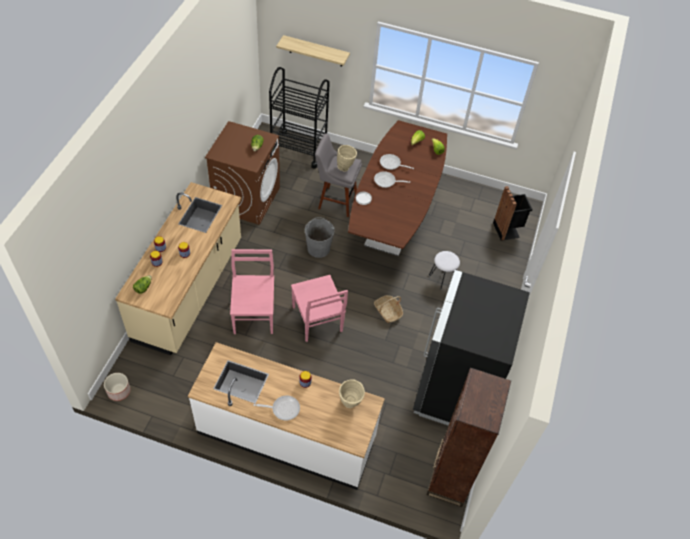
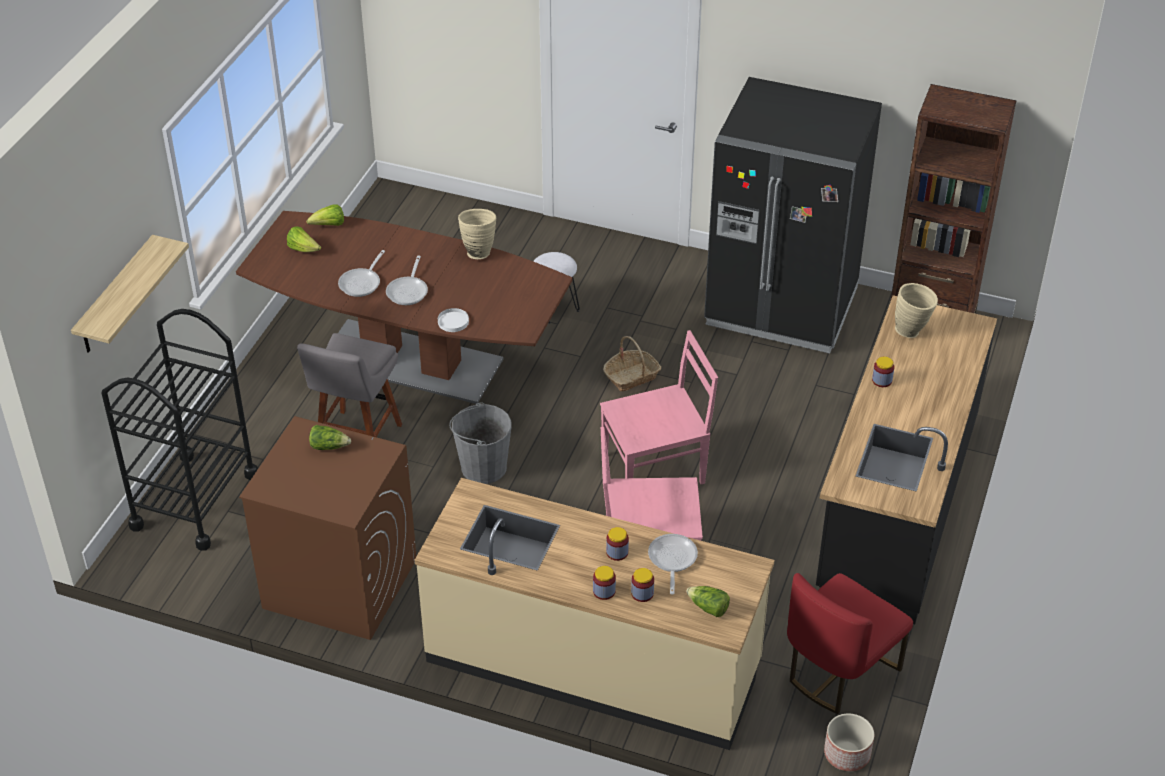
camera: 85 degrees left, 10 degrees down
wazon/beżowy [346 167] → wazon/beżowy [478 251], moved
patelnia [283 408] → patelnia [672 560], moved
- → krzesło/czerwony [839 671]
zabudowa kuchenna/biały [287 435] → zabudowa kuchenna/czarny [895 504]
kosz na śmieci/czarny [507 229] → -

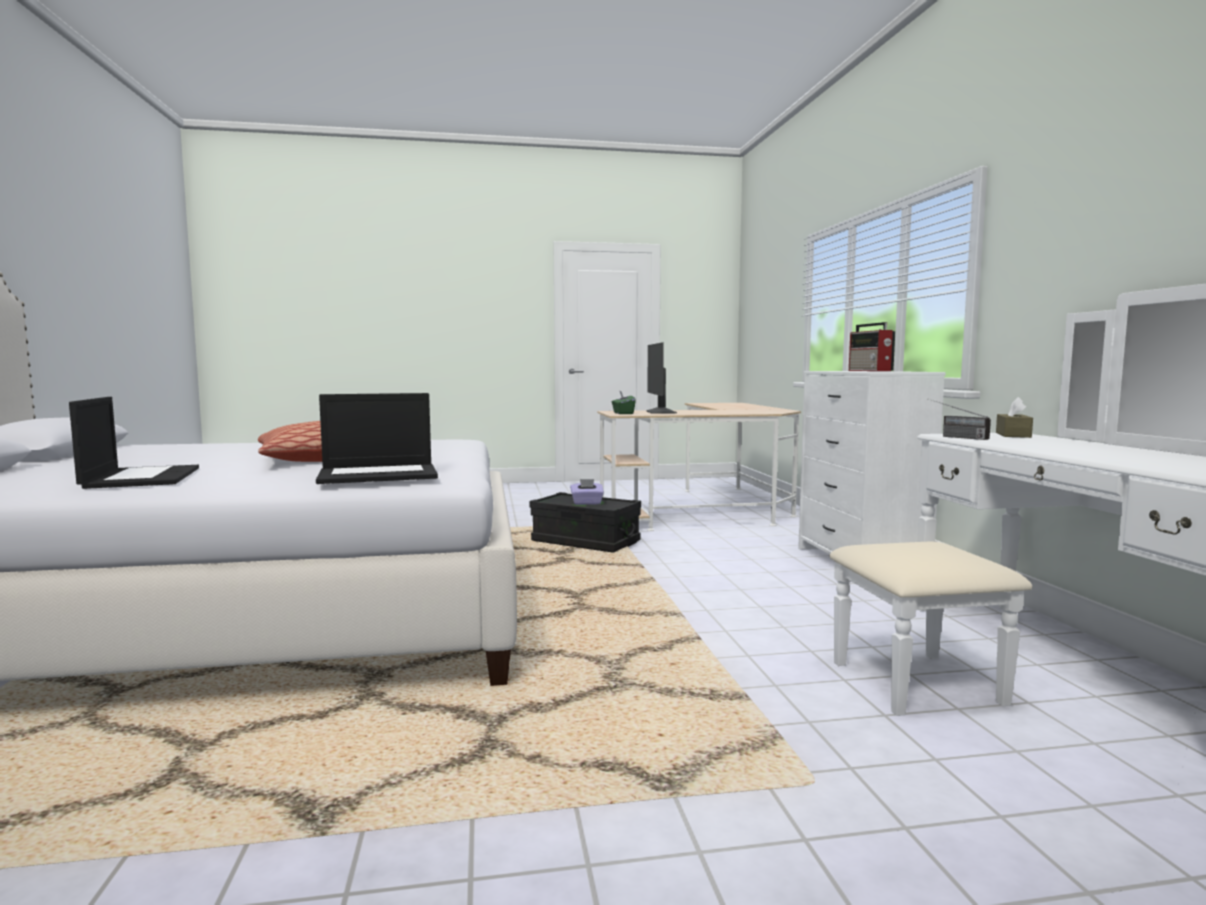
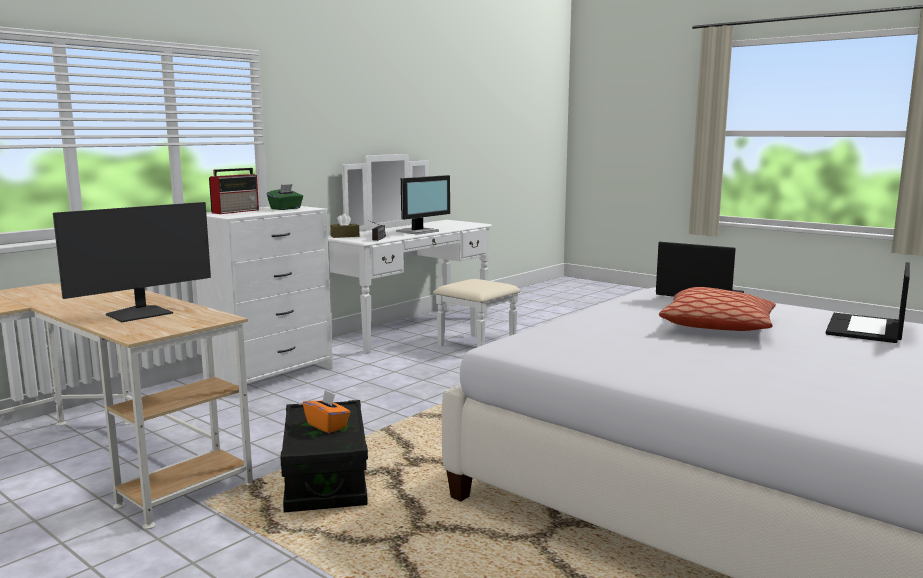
camera: 130 degrees left, 5 degrees up
pudełko chusteczek/zielony [623 413] → pudełko chusteczek/zielony [286 208], moved
pudełko chusteczek/fioletowy [587 503] → pudełko chusteczek/pomarańczowy [327 426]
- → monitor [419 231]

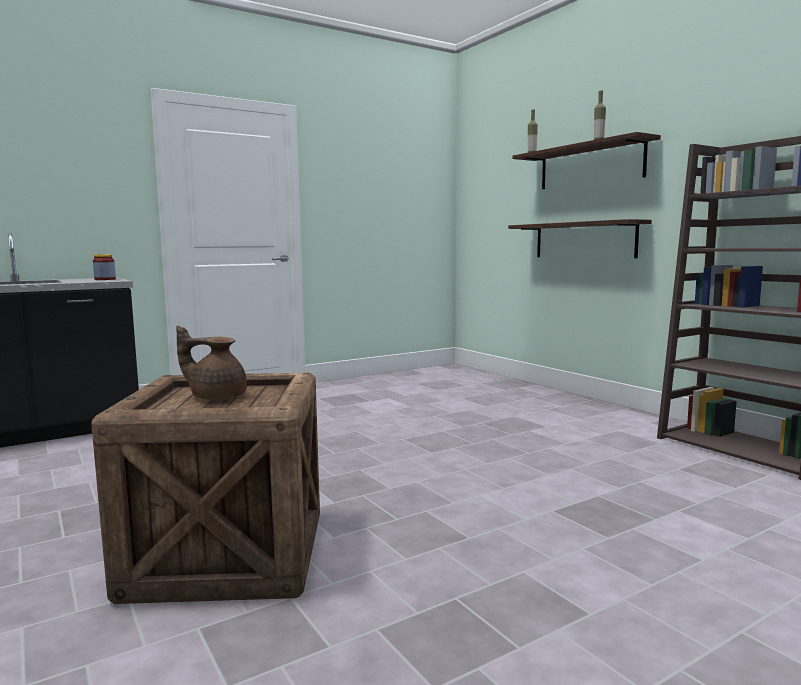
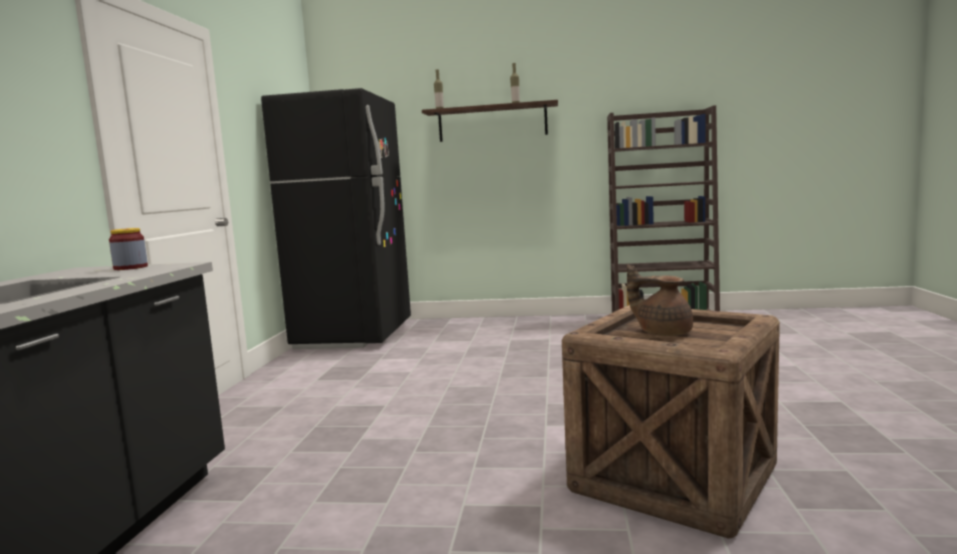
camera: 50 degrees left, 0 degrees up
- → lodówka/czarny [354 335]
imbryk/brązowy [216 397] → imbryk/brązowy [663 332], 75 degrees clockwise
półka [584 240] → -

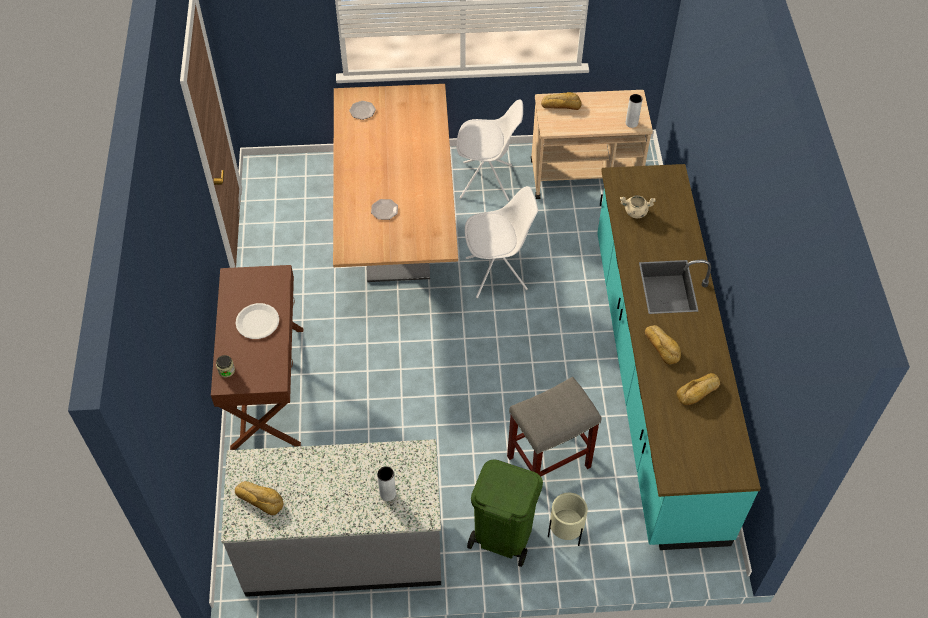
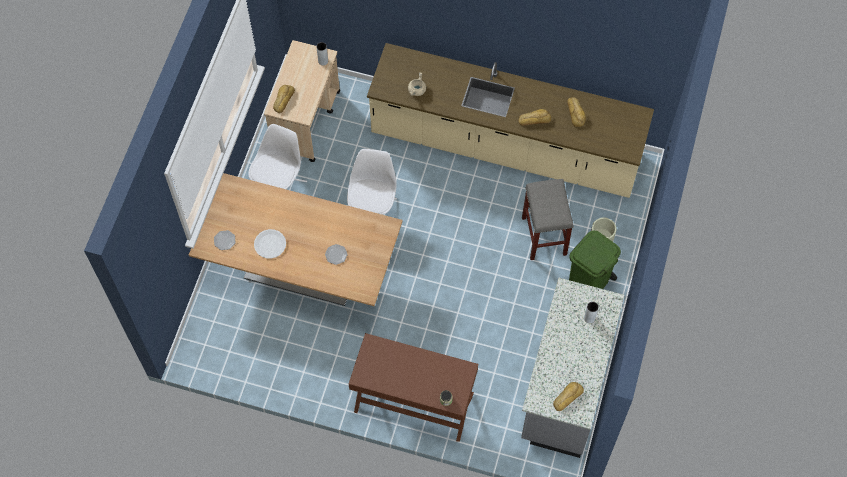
camera: 70 degrees left, 10 degrees up
talerz/biały [257 322] → talerz/biały [270 244], moved
zabudowa kuchenna/turkusowy [655 380] → zabudowa kuchenna/beżowy [505 147]

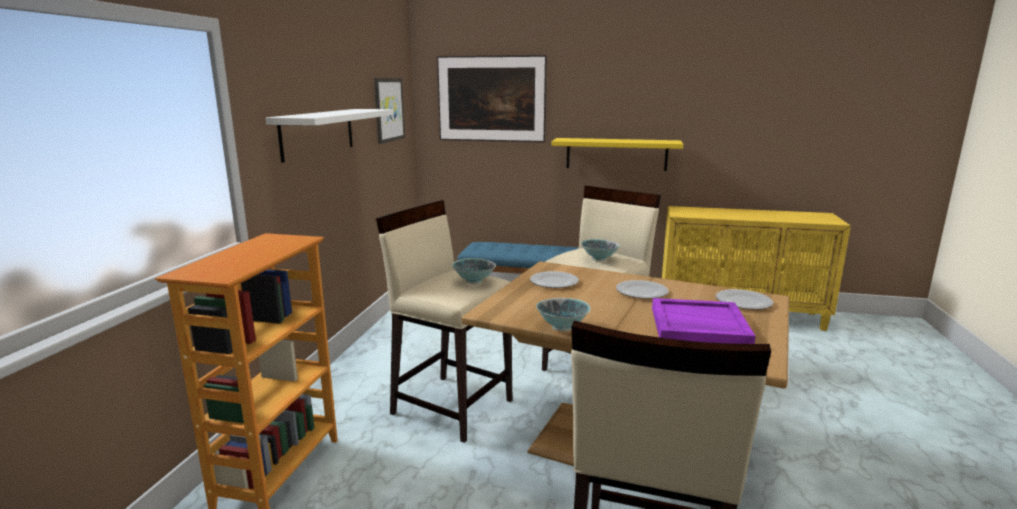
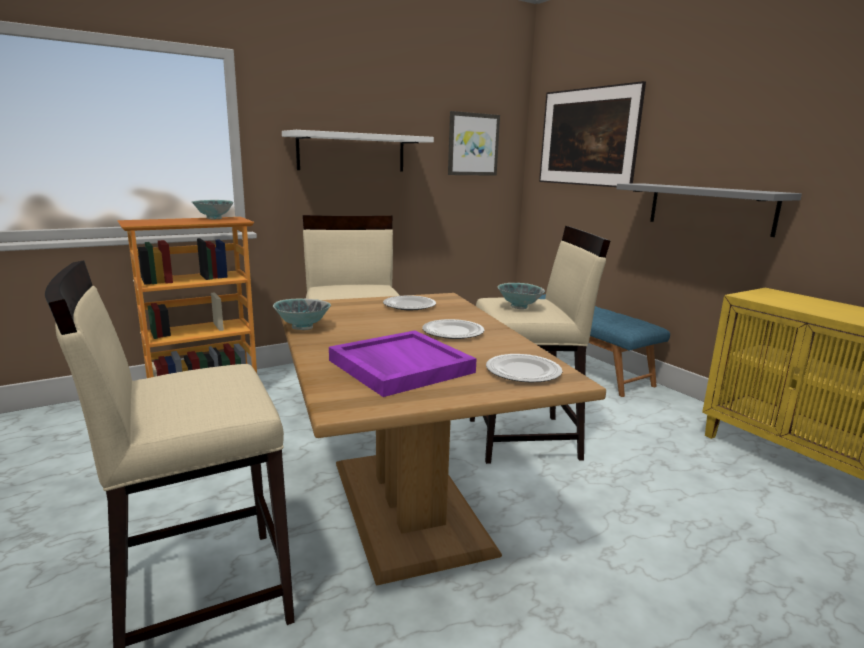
camera: 45 degrees right, 0 degrees up
miska [473 282] → miska [214 218], moved
półka/żółty [616 154] → półka/szary [710 208]

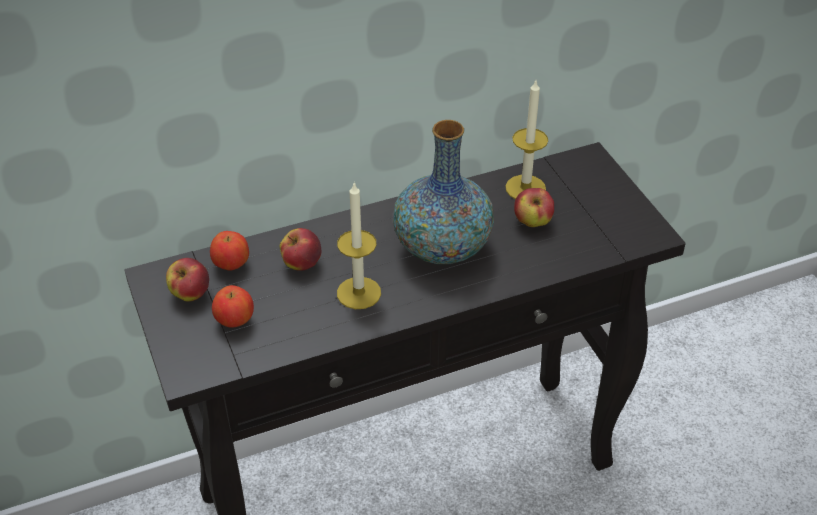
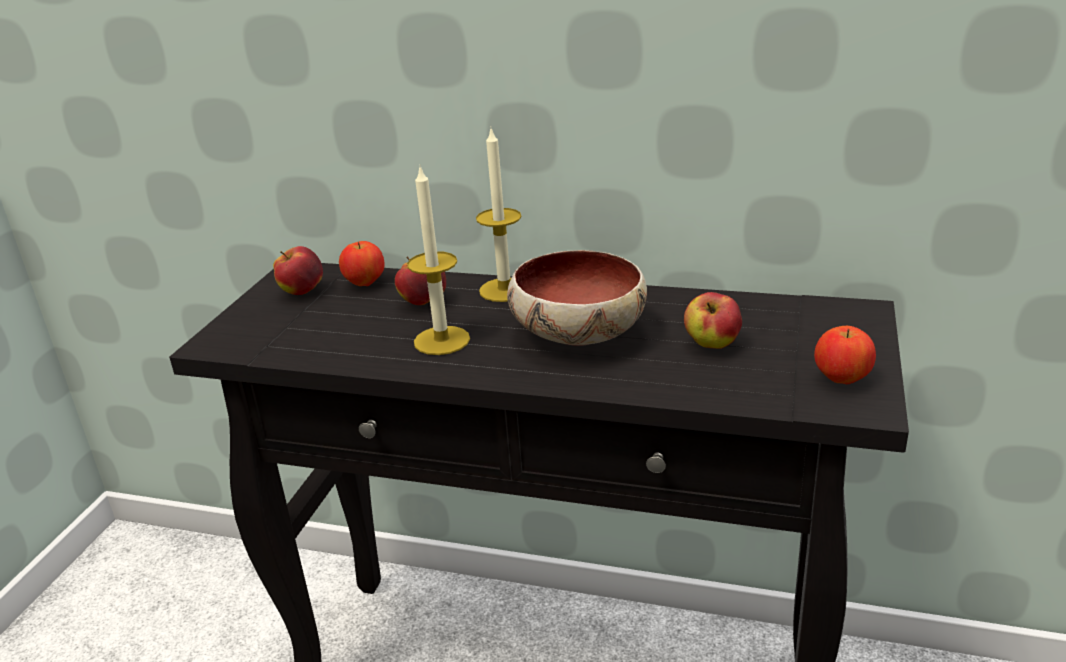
camera: 40 degrees right, 15 degrees down
świeca [525 188] → świeca [504 290], moved
wazon [442 248] → miska [576 334]
jabłko [234 321] → jabłko [841 379], moved

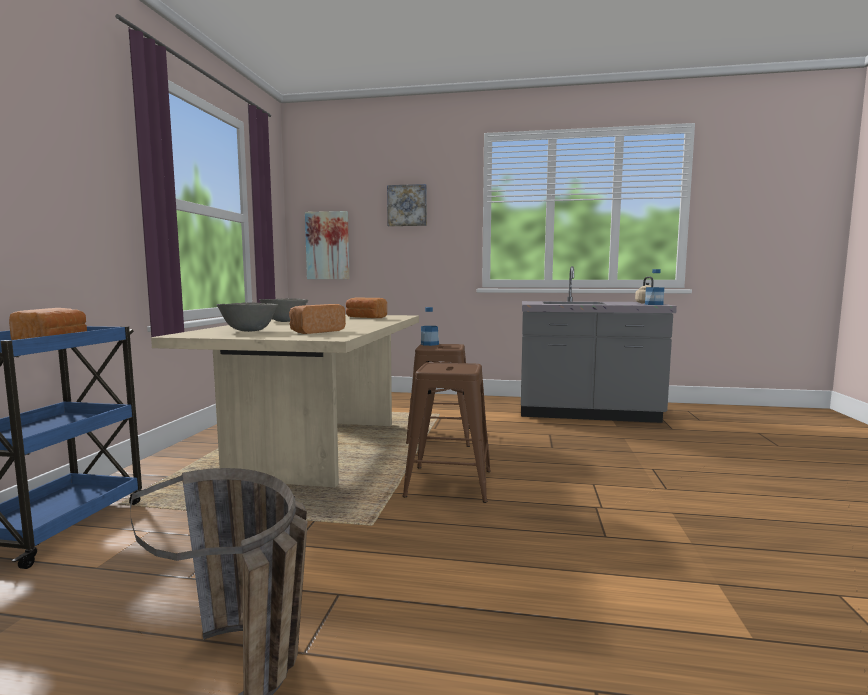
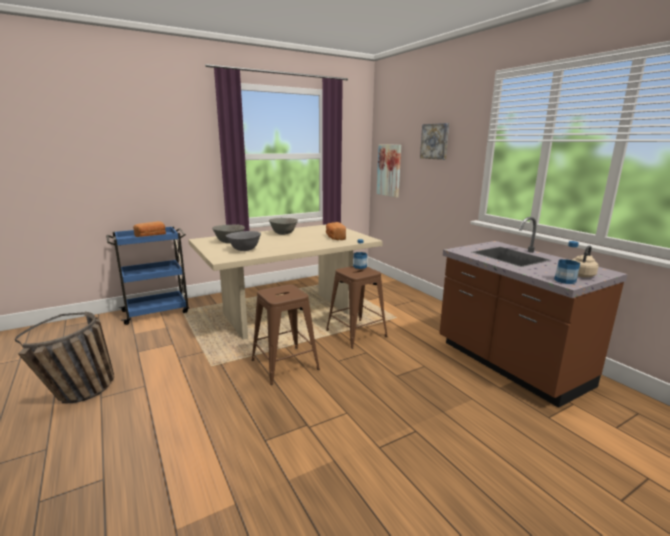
camera: 50 degrees right, 10 degrees up
chleb [316 331] → miska/szary [244 250]
zabudowa kuchenna/szary [587 413] → zabudowa kuchenna/brązowy [509 364]

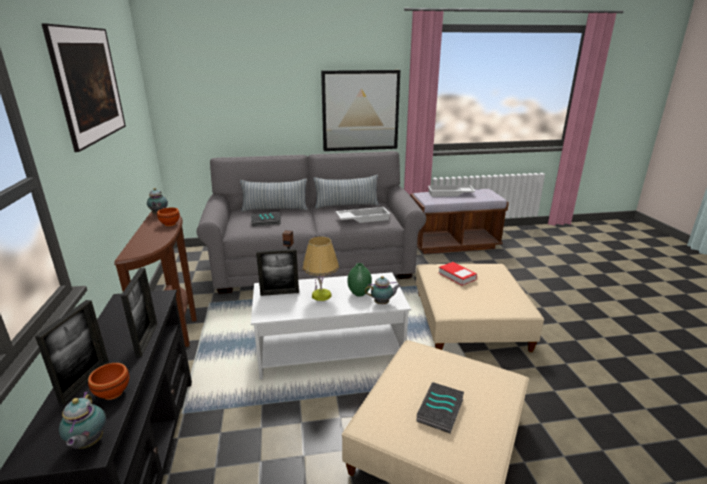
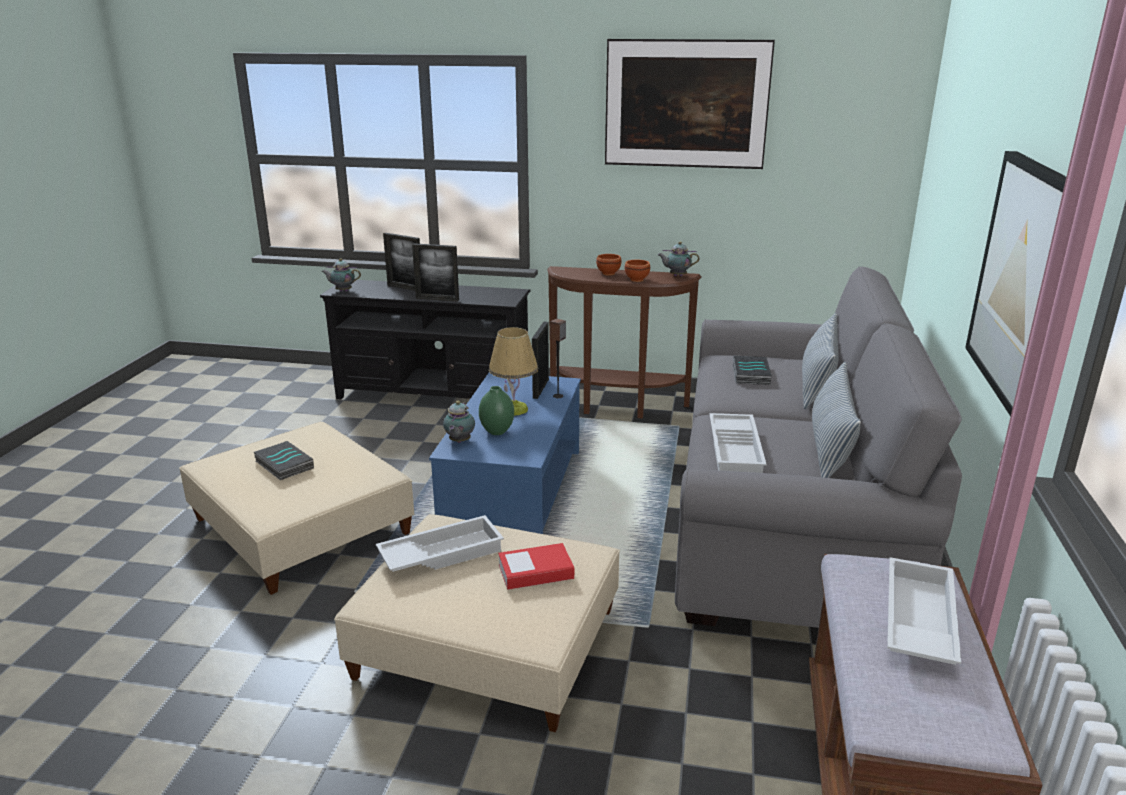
camera: 110 degrees right, 0 degrees up
- → taca/biały [441 553]
ława/biały [331 348] → ława/niebieski [513 494]
miska/brązowy [112 394] → miska/brązowy [608 273], moved

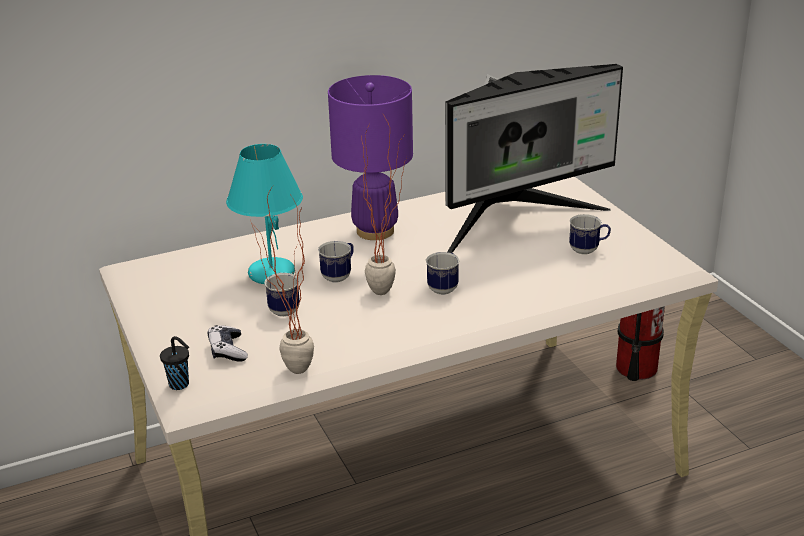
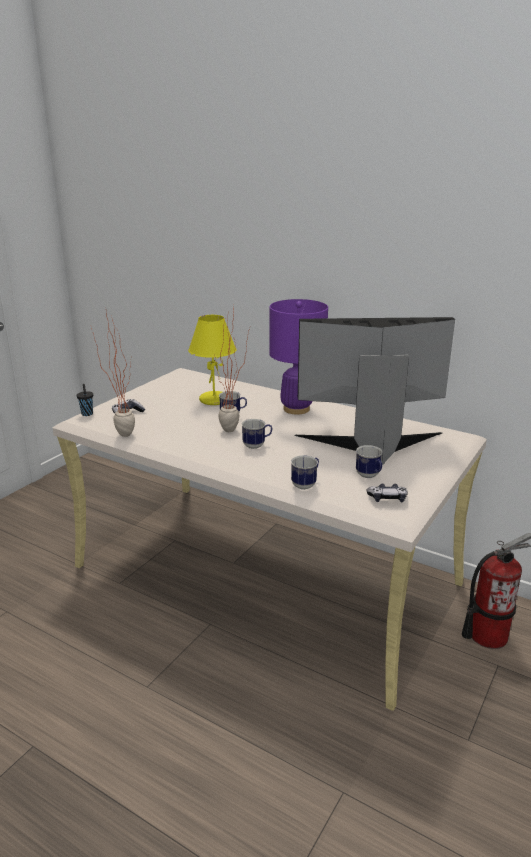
camera: 55 degrees right, 5 degrees down
lampa stołowa/turkusowy [270 273] → lampa stołowa/żółty [214 400]
kubek [283 308] → kubek [306 484], moved
monitor [516 222] → monitor [372 443], 150 degrees clockwise
- → pad do gier [387 498]

